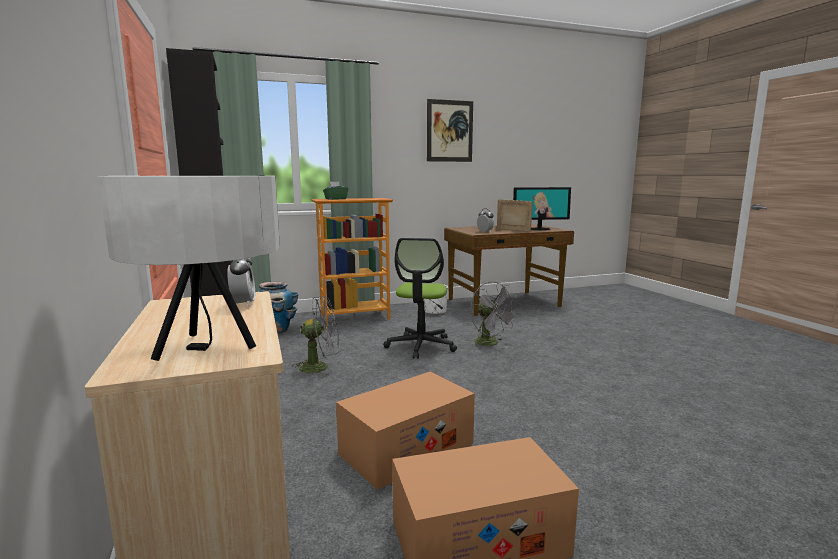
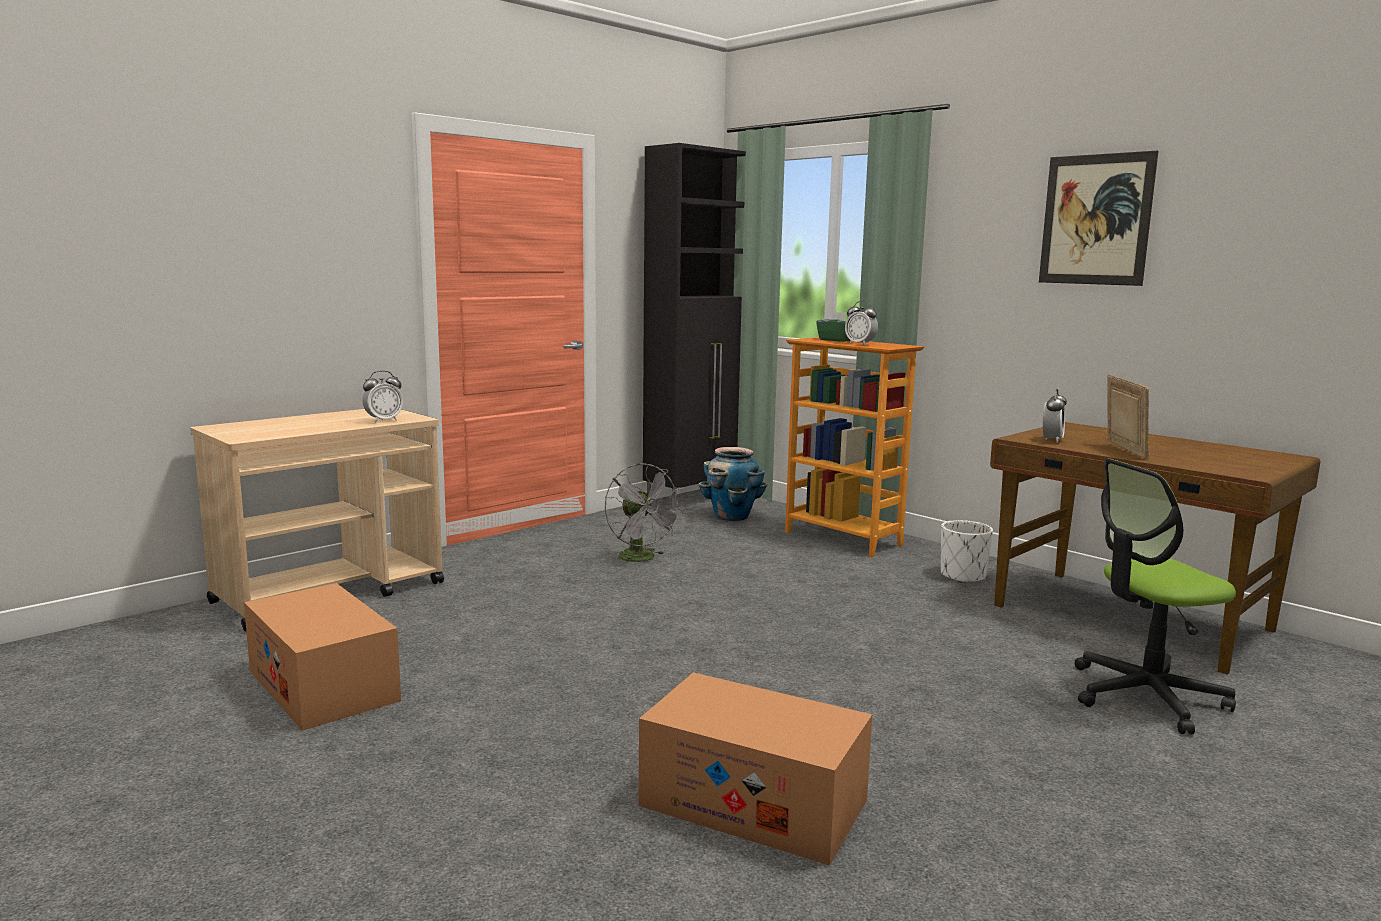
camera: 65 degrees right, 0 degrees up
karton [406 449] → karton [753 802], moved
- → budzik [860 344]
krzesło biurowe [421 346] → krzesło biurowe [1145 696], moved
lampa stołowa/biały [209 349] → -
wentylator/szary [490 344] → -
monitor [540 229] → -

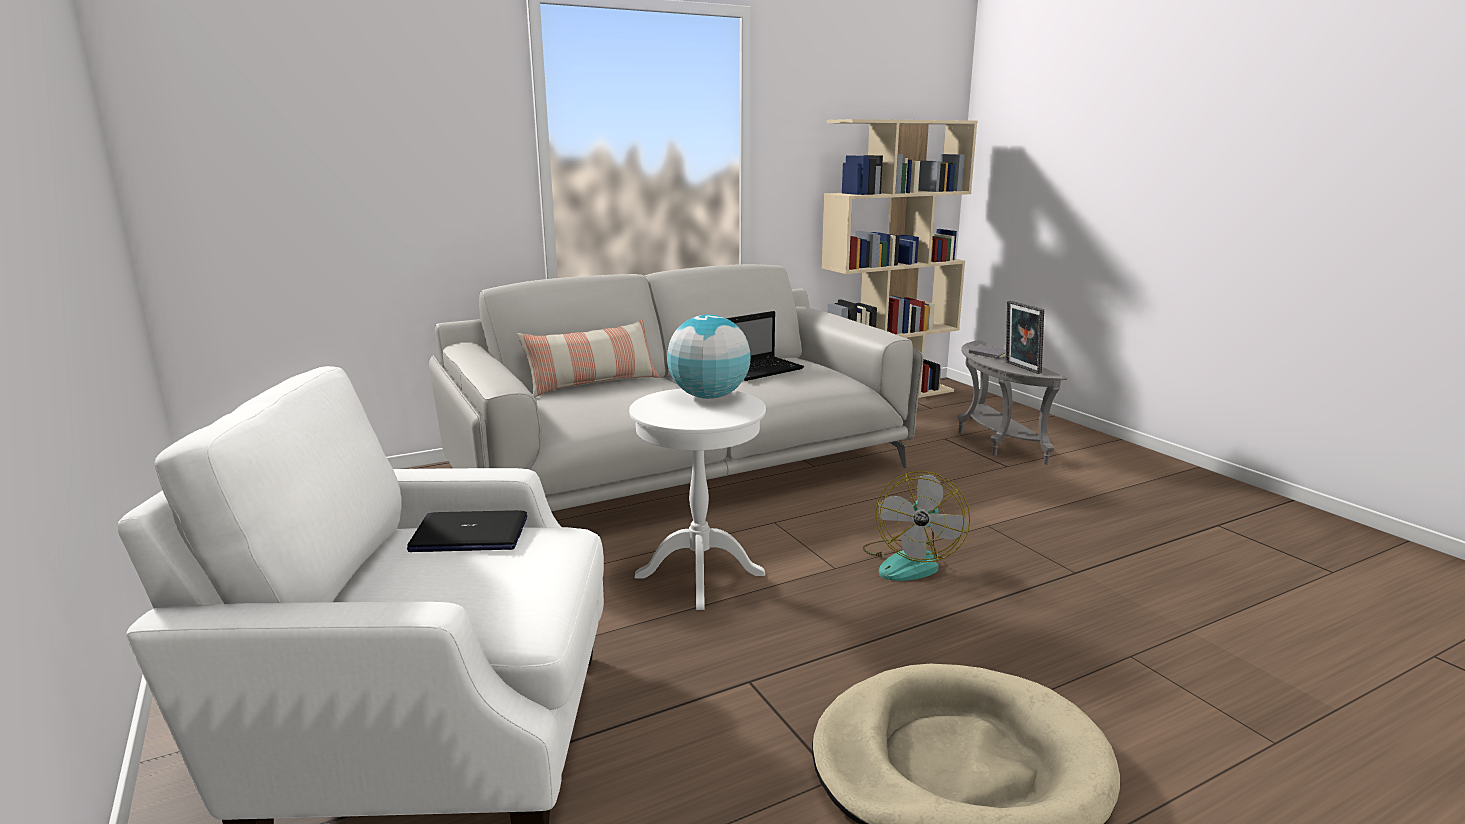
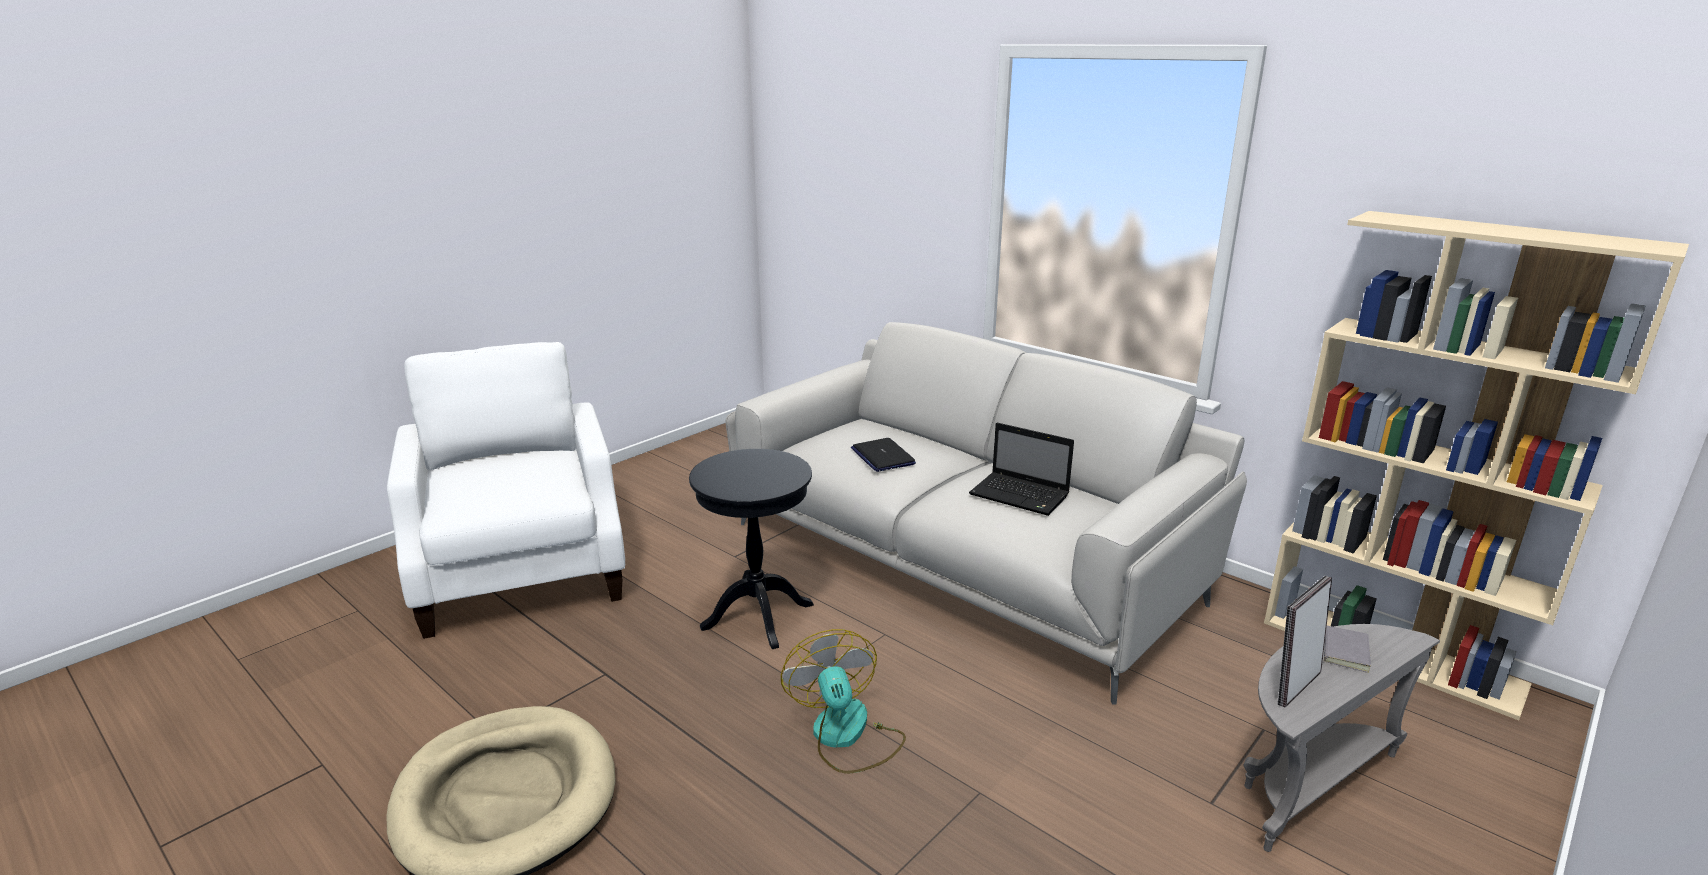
camera: 70 degrees right, 5 degrees up
stolik/biały [700 575] → stolik/czarny [757 616]
wentylator [910 561] → wentylator [846 736], 75 degrees clockwise
laptop [469 535] → laptop [882 456], moved
poduszka [592 384] → -
globus [708 396] → -

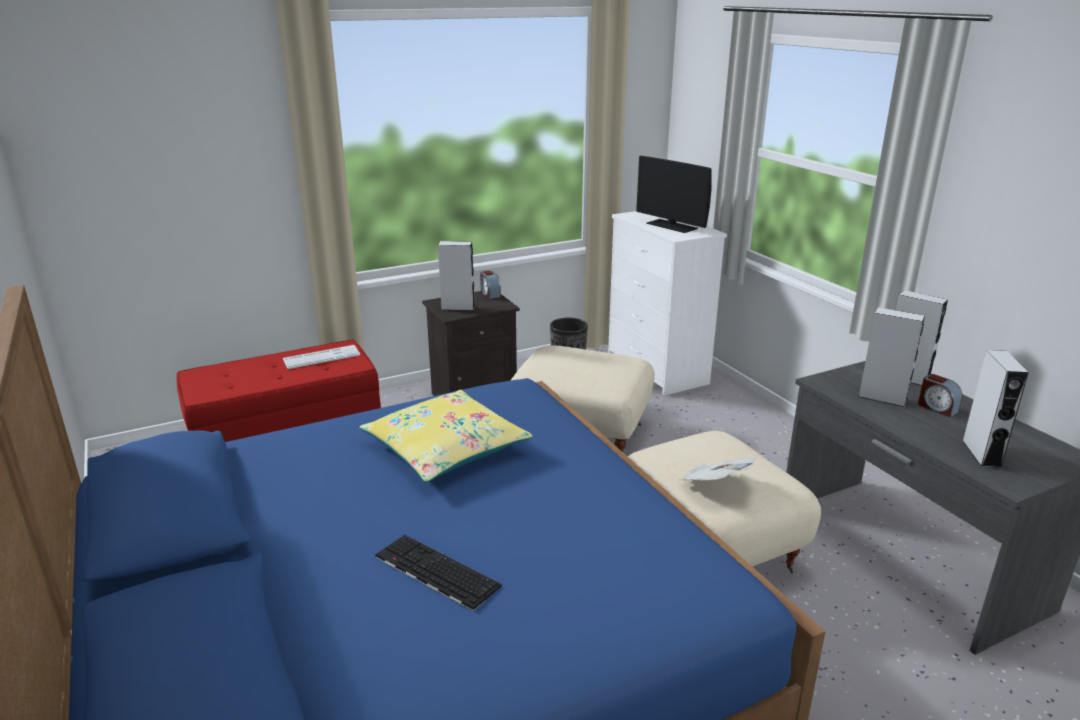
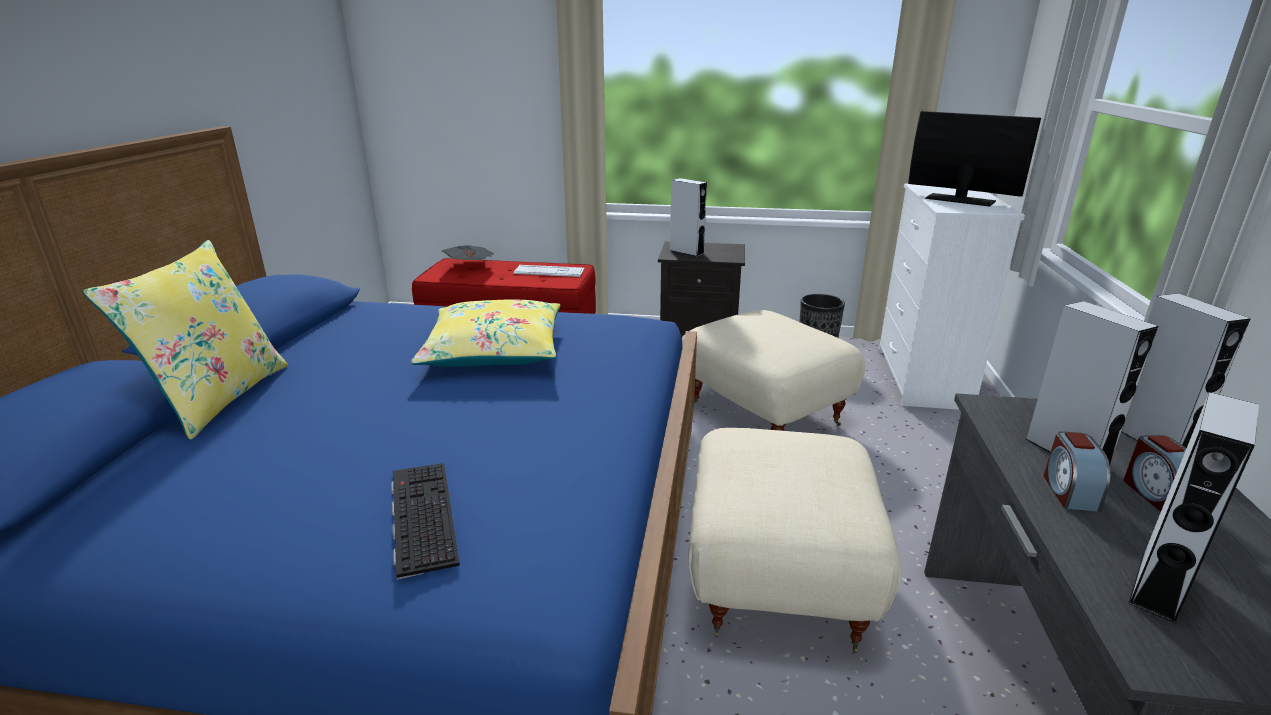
camera: 35 degrees right, 0 degrees up
- → poduszka/żółty [218 398]
klawiatura [434 572] → klawiatura [420 515], moved
gazeta [715 485] → gazeta [470 267], moved
monitor [671 226] → monitor [960 200], 135 degrees clockwise
budzik [490 294] → budzik [1069 491], moved

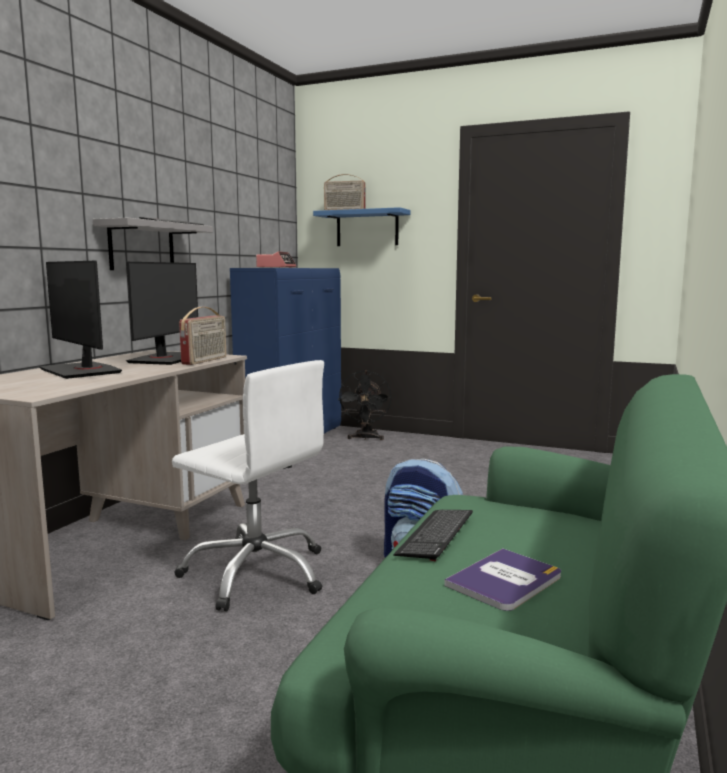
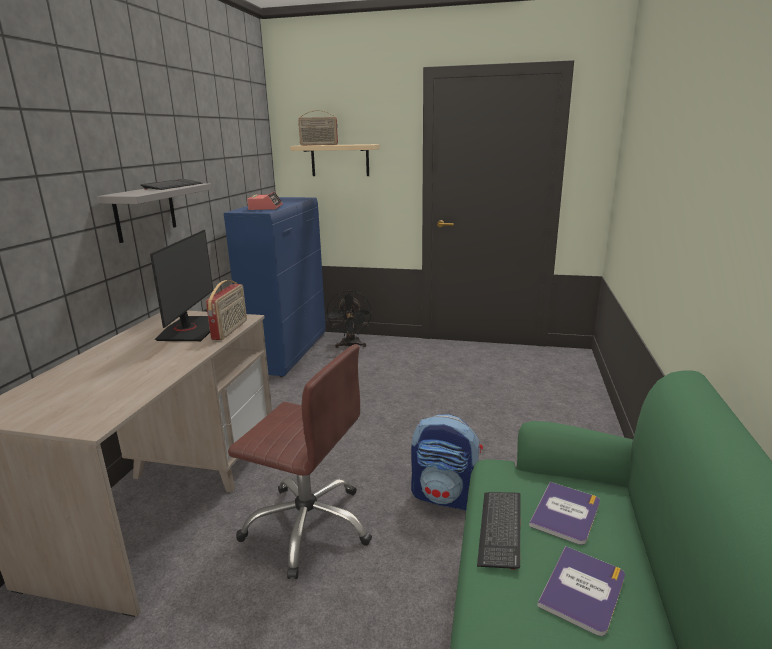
camera: 10 degrees left, 10 degrees up
krzesło biurowe/biały [256 573] → krzesło biurowe/brązowy [308 525]
półka/niebieski [367 228] → półka/beżowy [340 160]
- → książka [565 513]
monitor [81 371] → -

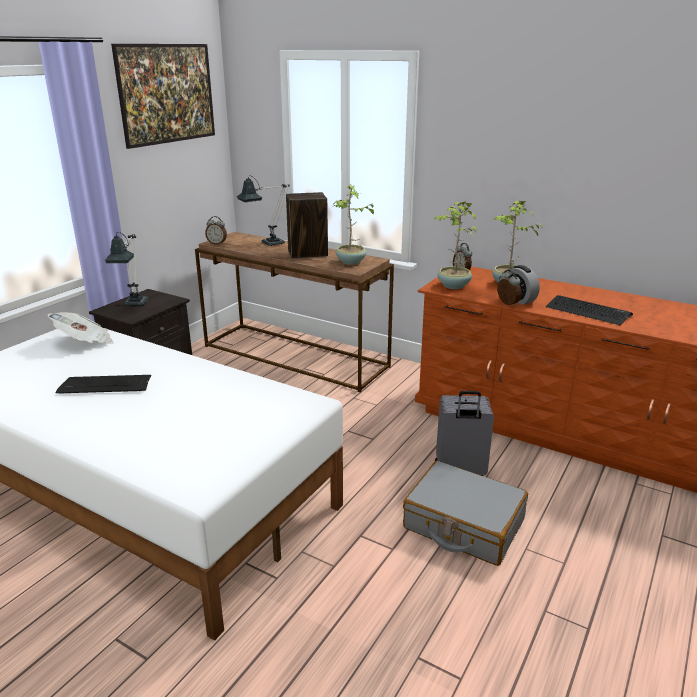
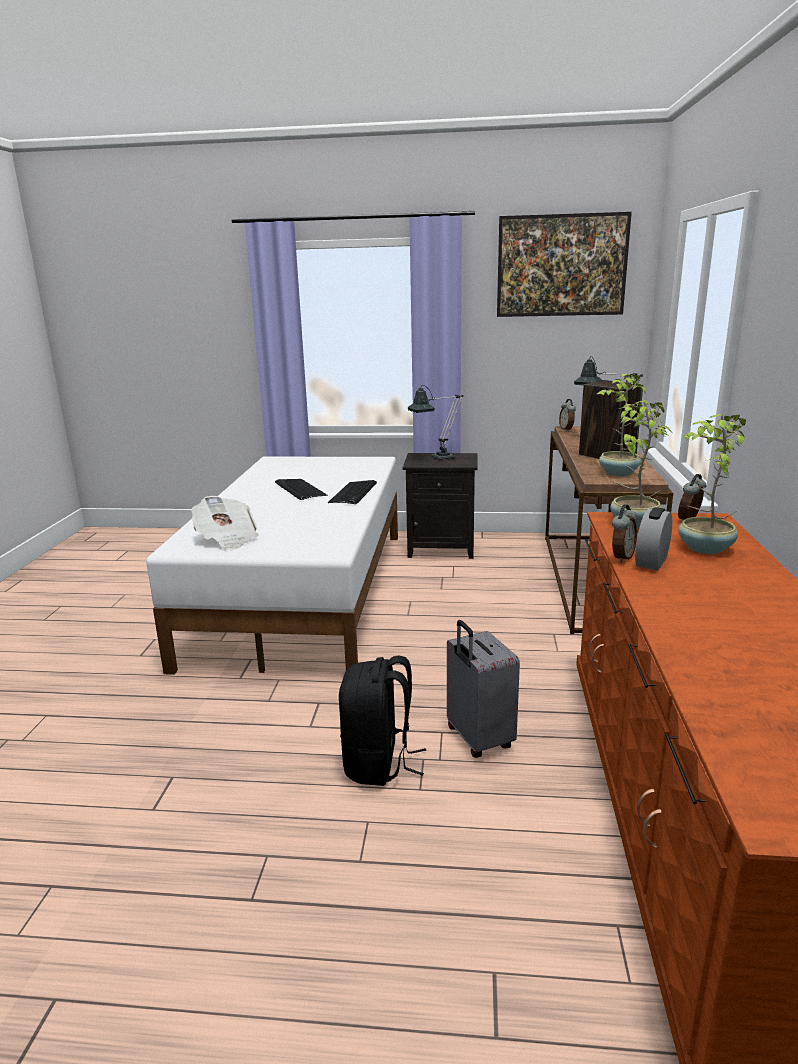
camera: 65 degrees right, 5 degrees down
gazeta [85 342] → gazeta [227 539], moved
klawiatura [587 311] → klawiatura [353 493], moved
walizka/szary [463 525] → plecak/czarny [379 763]

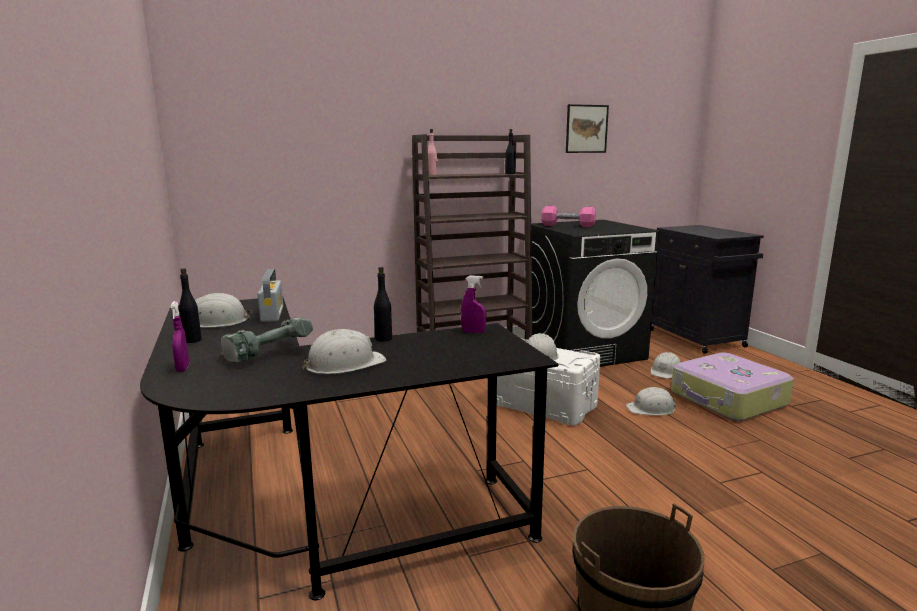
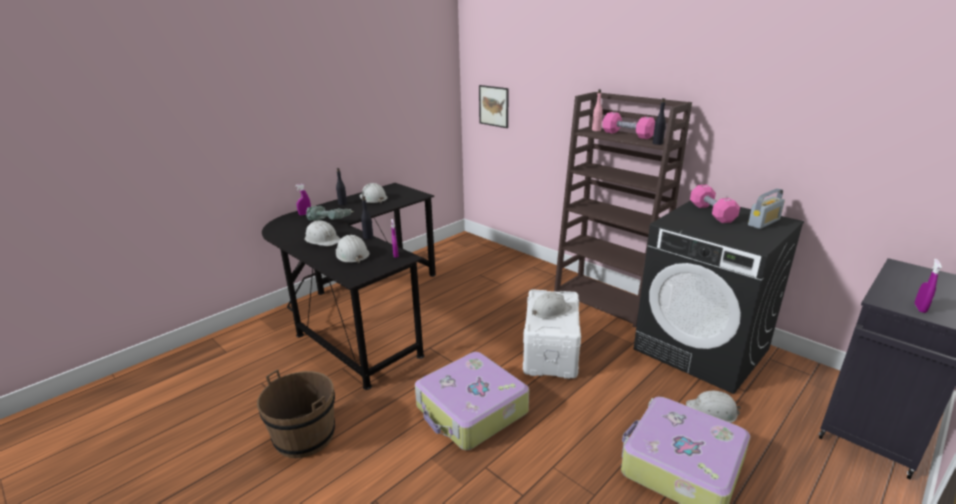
camera: 65 degrees right, 10 degrees up
kask/biały [651 409] → kask/biały [351 254], moved
- → walizka [471 410]
obraz [586 129] → obraz [494 106], moved
- → hantel/różowy [627 135]
radio [272 314] → radio [764 222], moved
- → spryskiwacz/fioletowy [920 308]

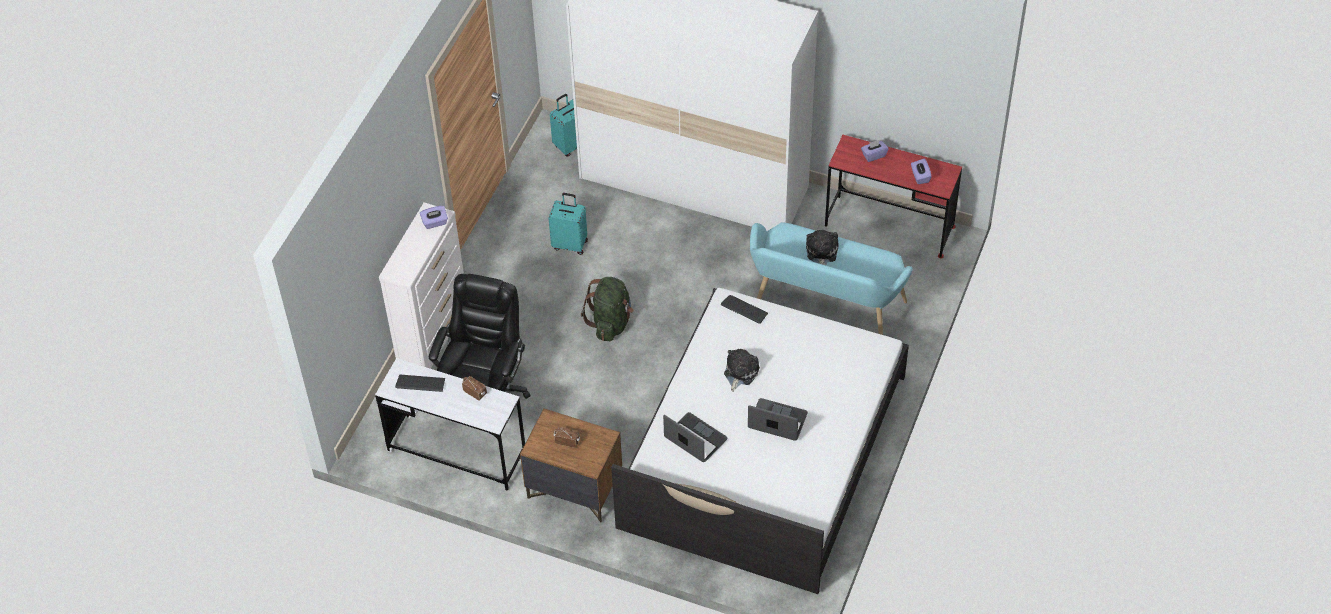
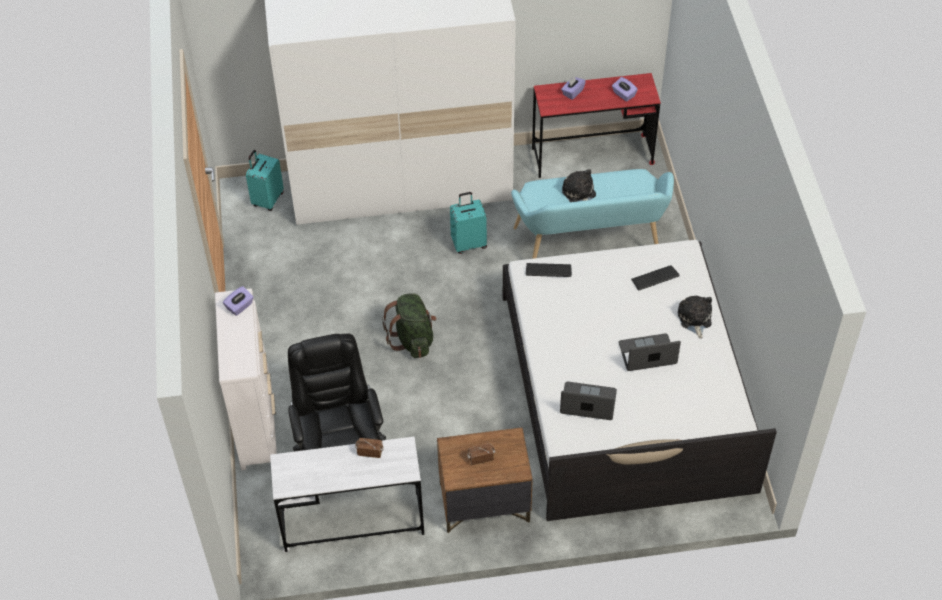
camera: 30 degrees left, 0 degrees up
walizka/turkusowy [570 244] → walizka/turkusowy [469 243], moved
klawiatura [420 383] → klawiatura [655 278], moved
pluszak [740 373] → pluszak [694 319], moved

